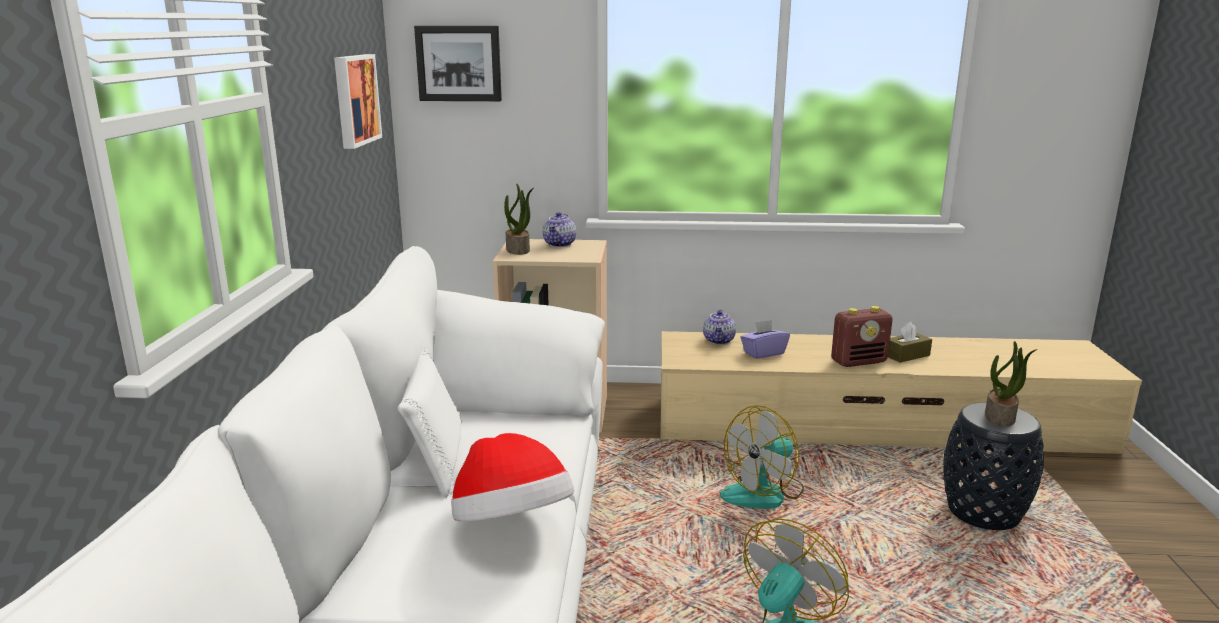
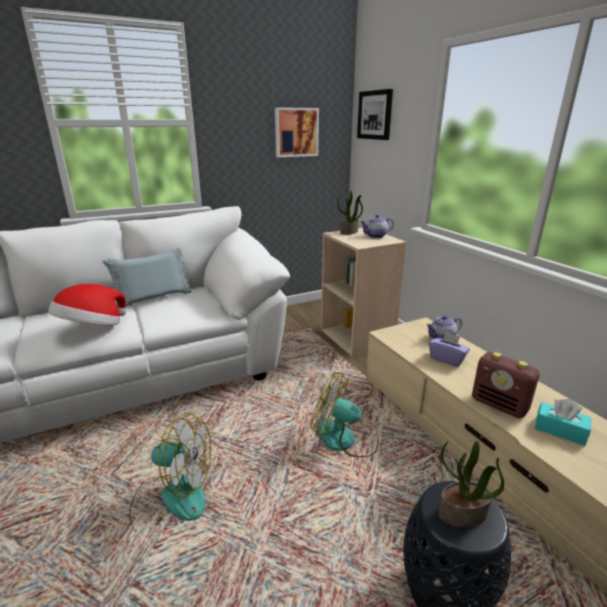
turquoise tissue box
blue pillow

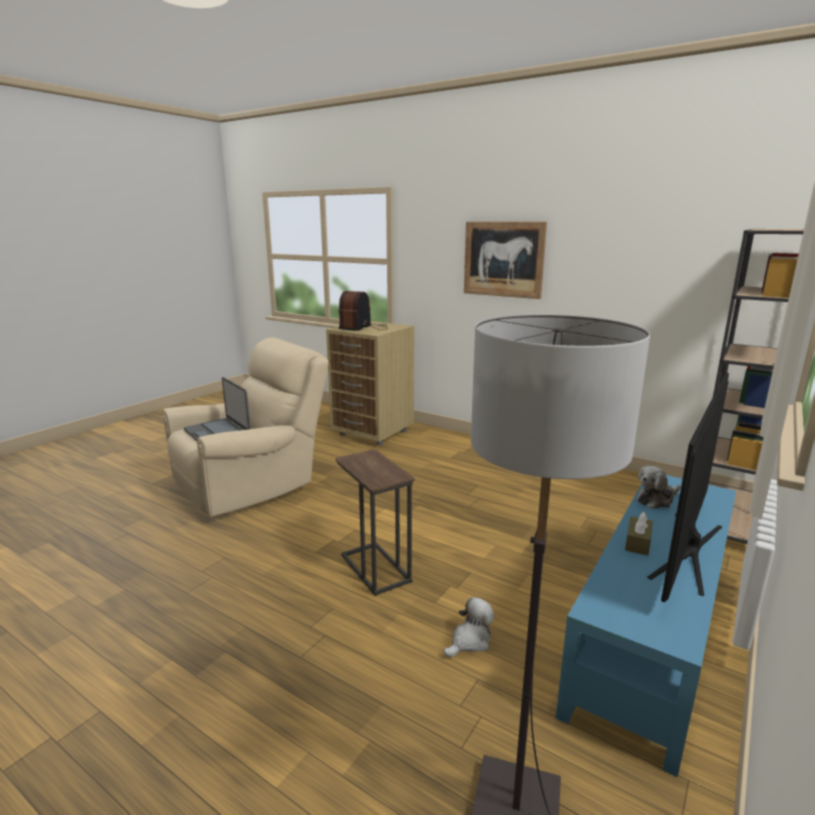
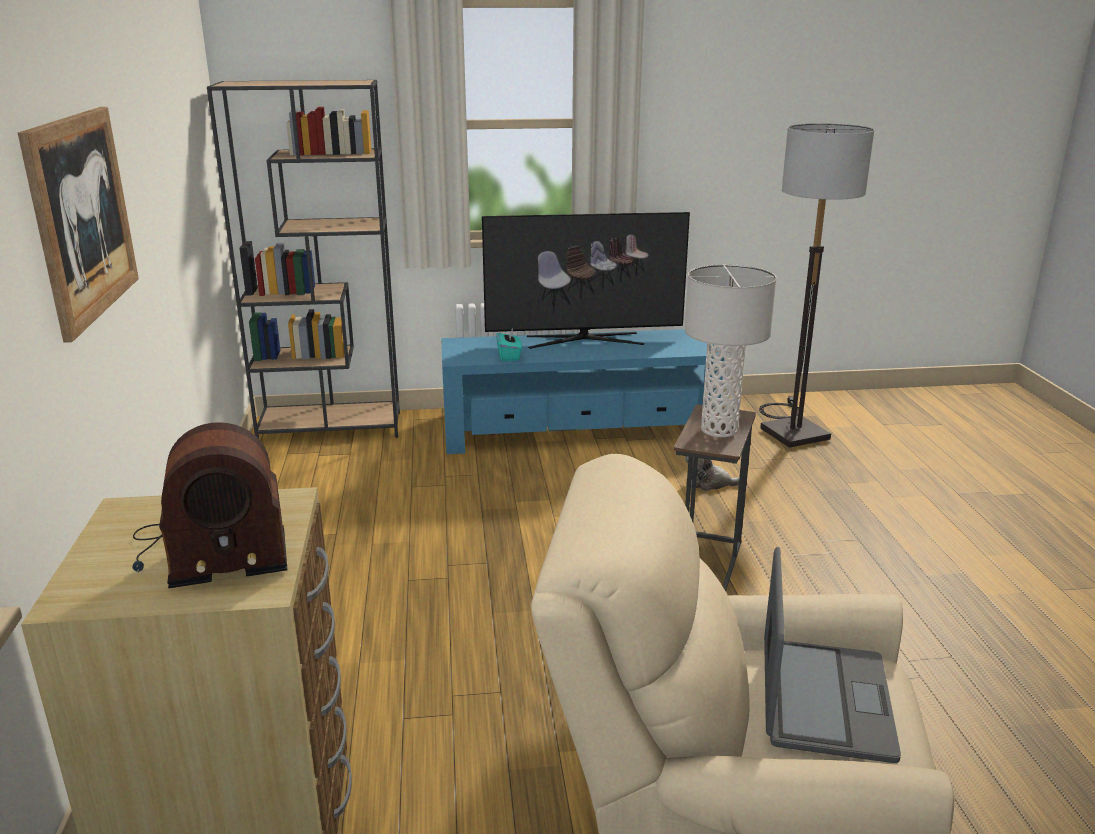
turquoise tissue box
brown tissue box
white table lamp

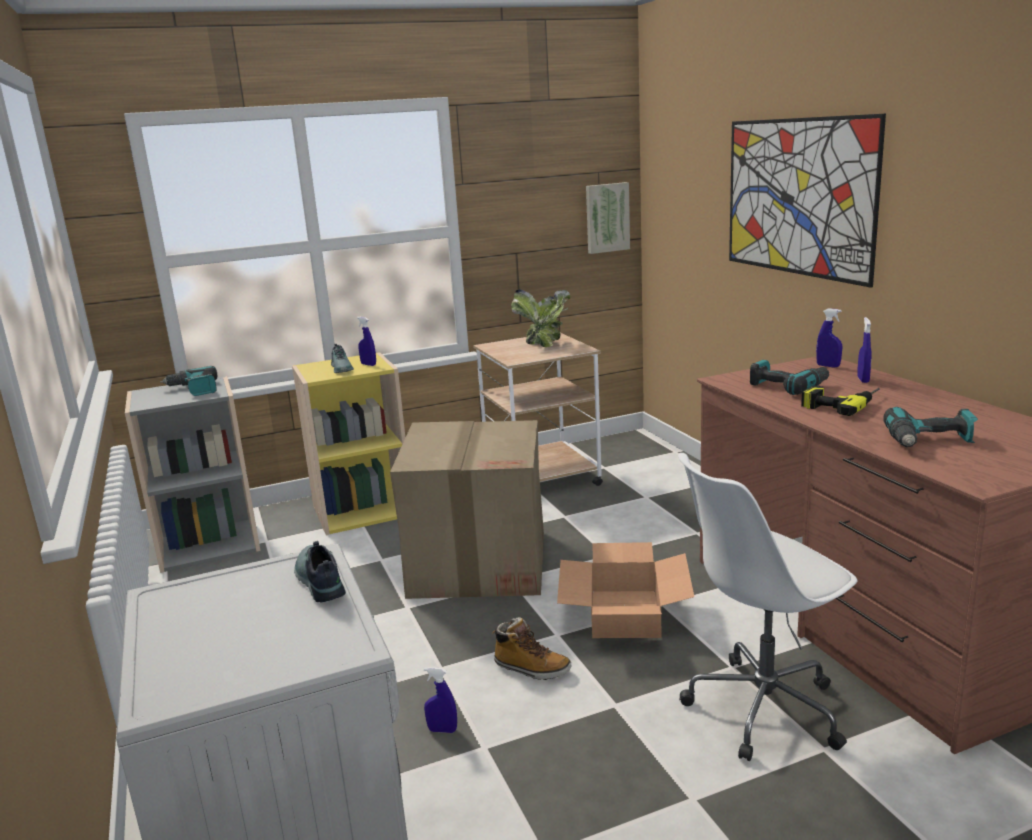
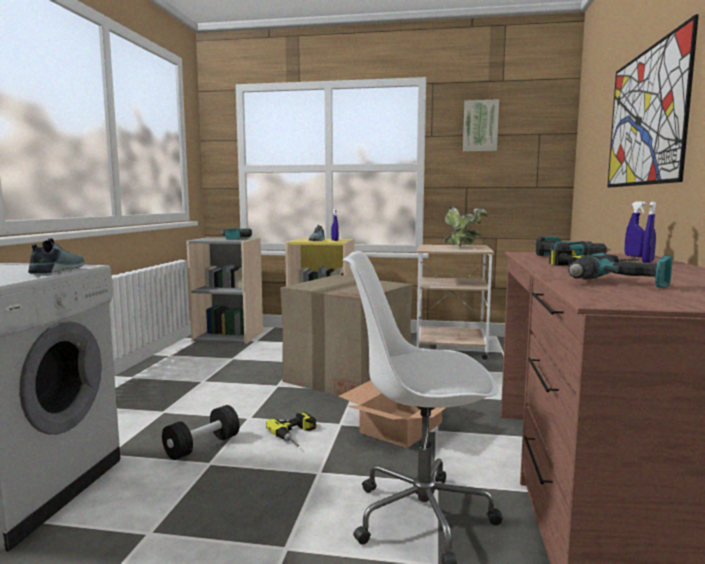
picture (1st from left)
power drill (2nd from left)
black dumbbell

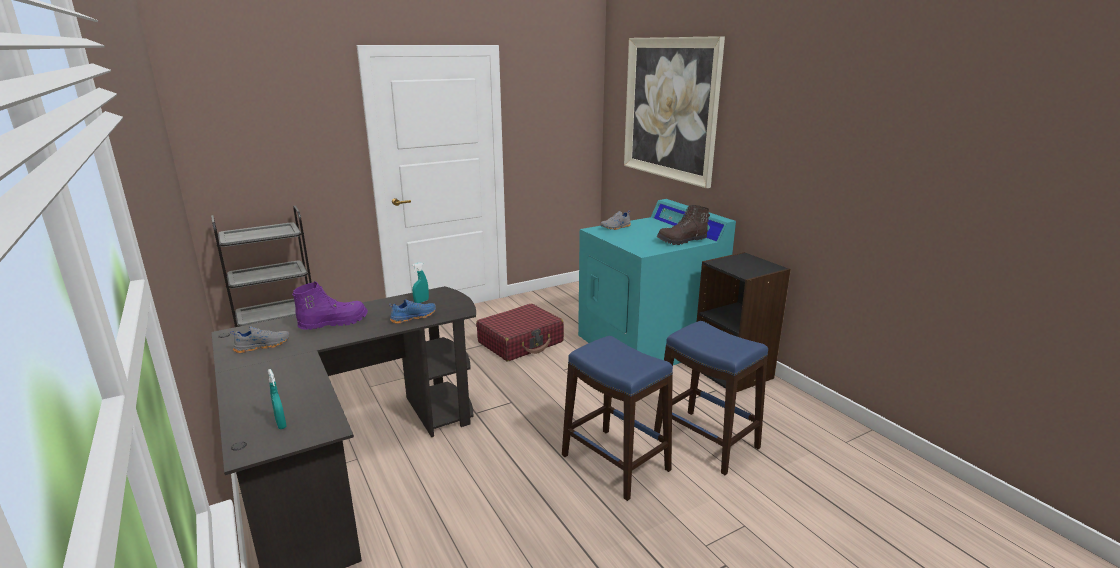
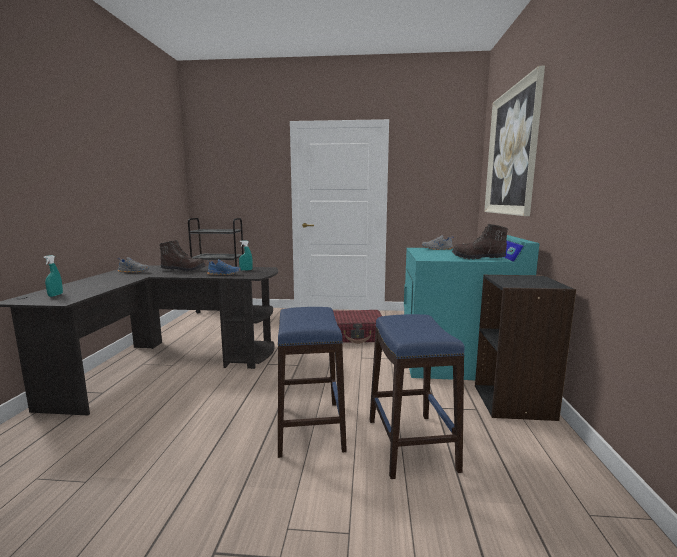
brown boot (1st from left)

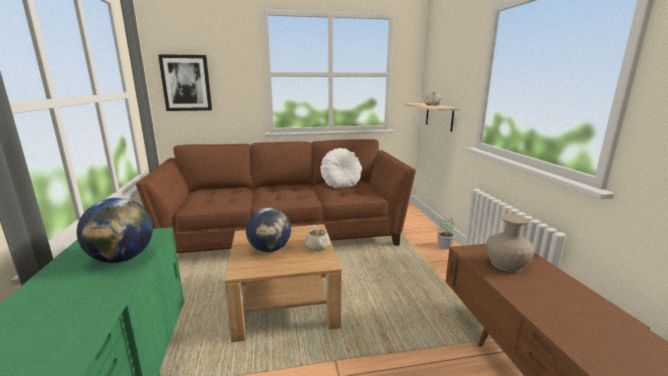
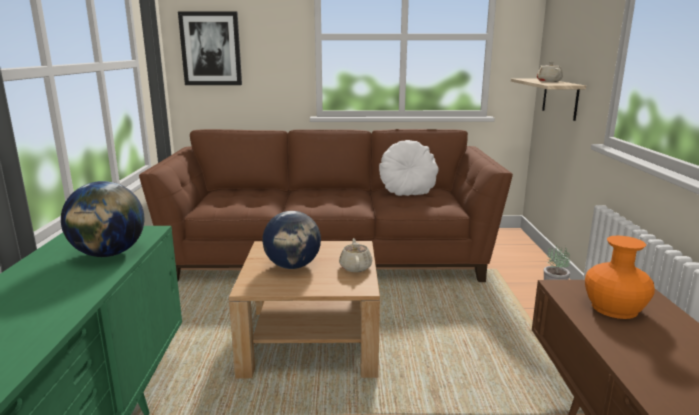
orange vase

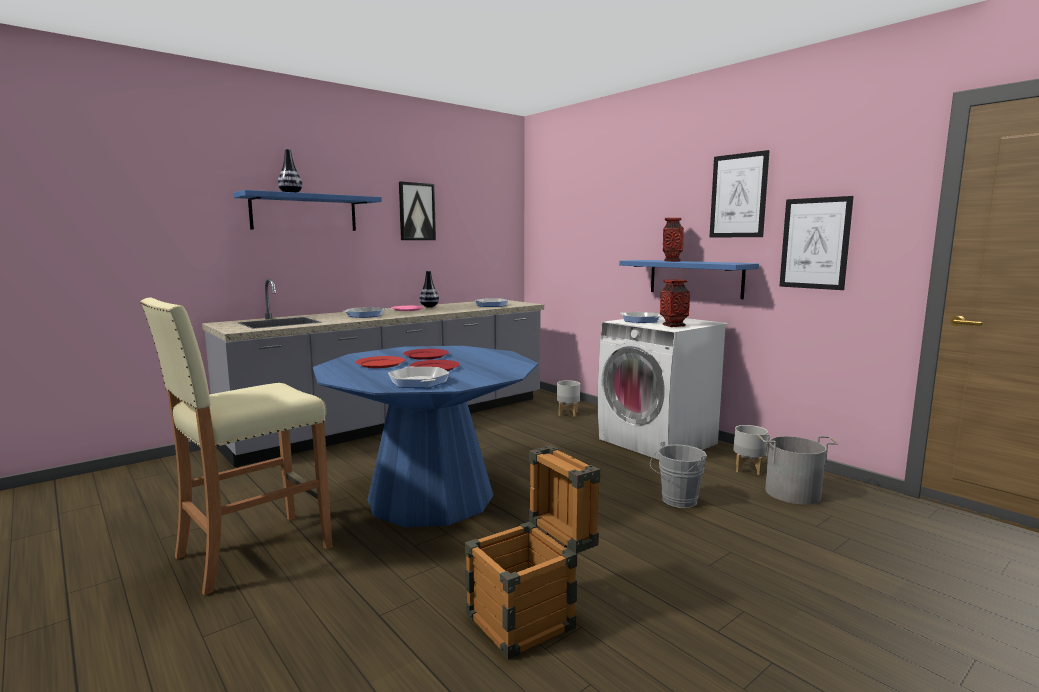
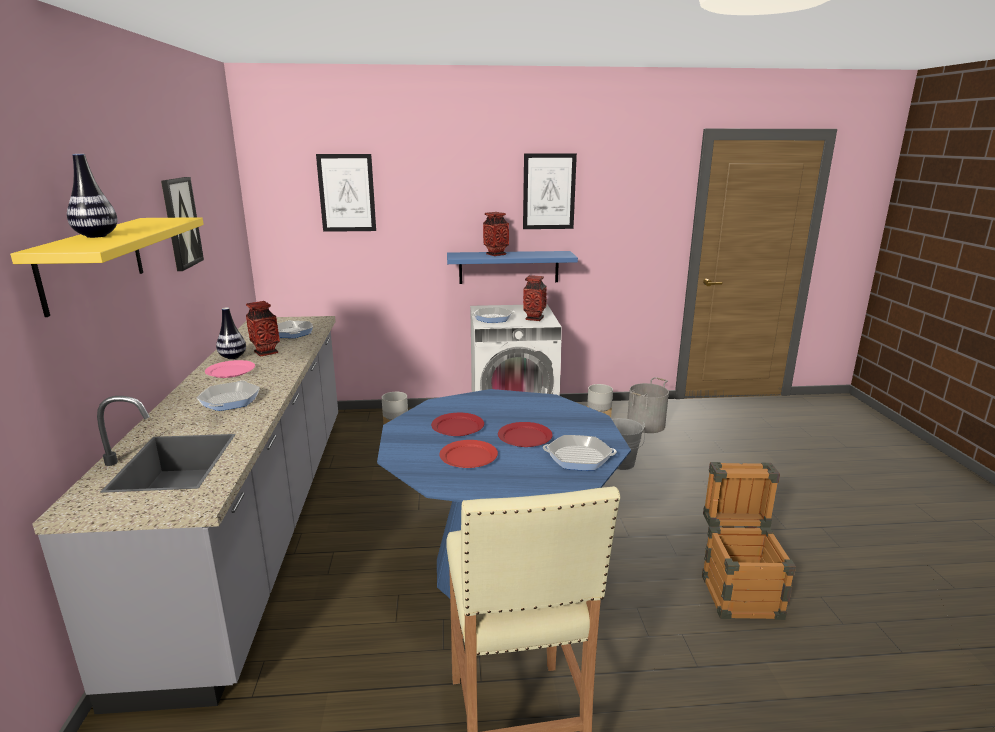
yellow shelf
picture (2nd from left)
vase (3rd from left)

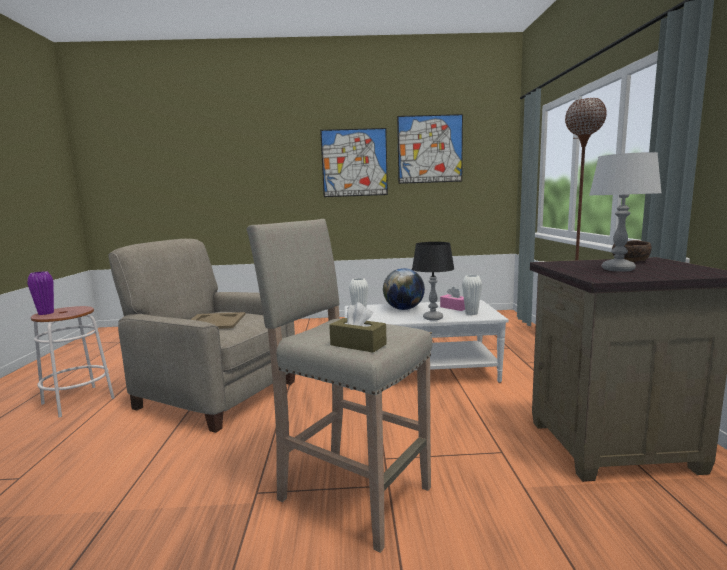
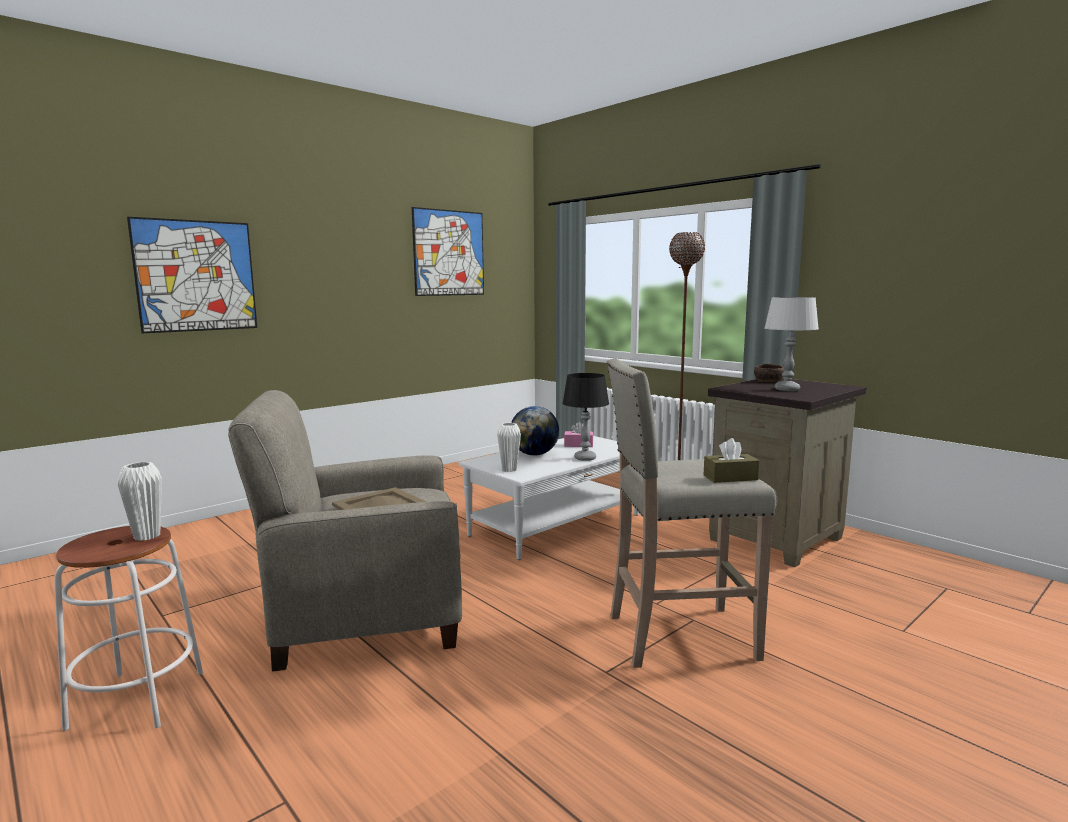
picture (1st from left)
purple vase
white vase (1st from left)

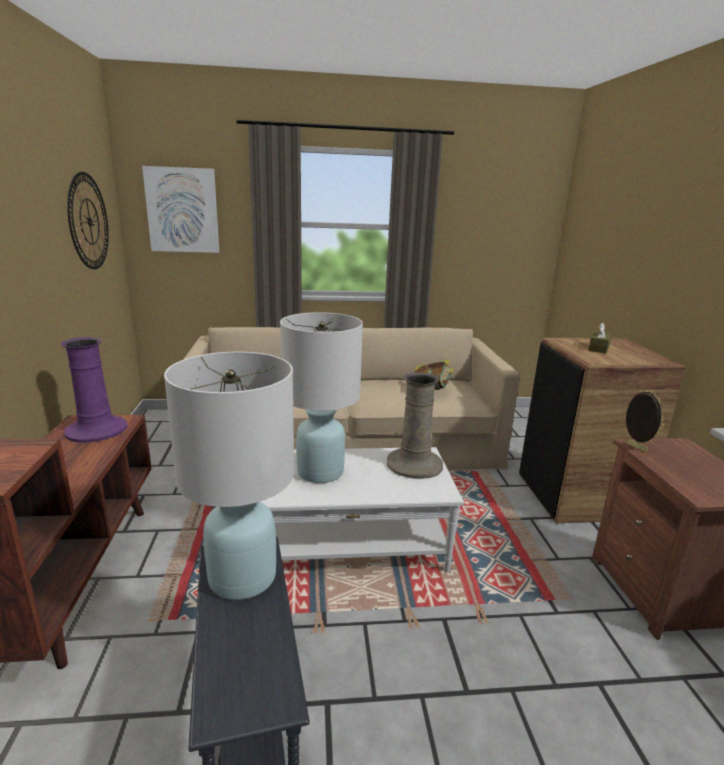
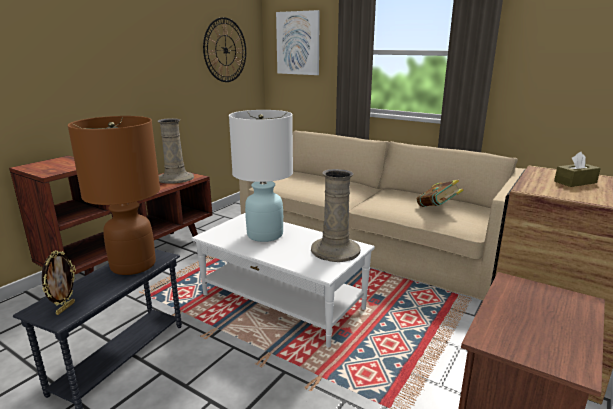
beige vase (1st from left)
brown table lamp
picture frame

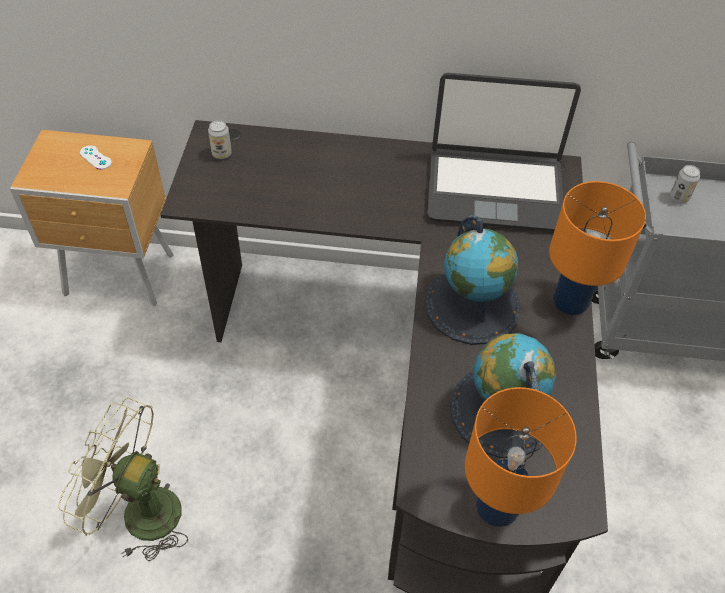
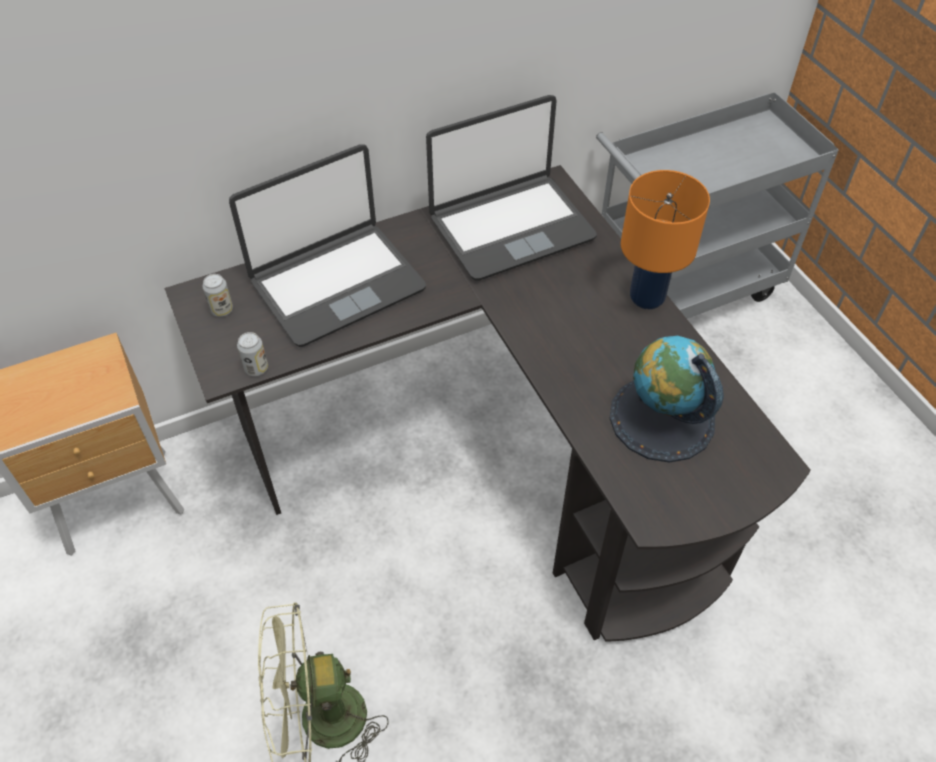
white game controller
can (2nd from left)
globe (1st from left in the first image)
orange table lamp (1st from left in the first image)
laptop (1st from left)

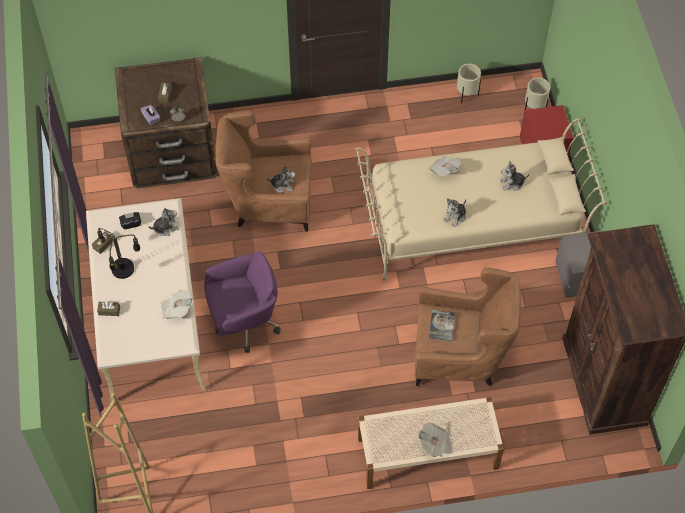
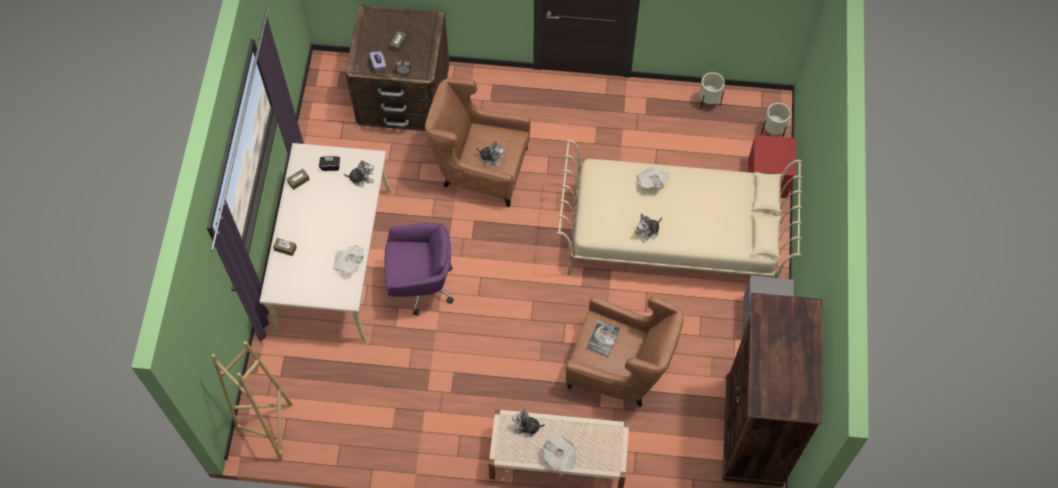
plush toy (3rd from left)
table lamp

